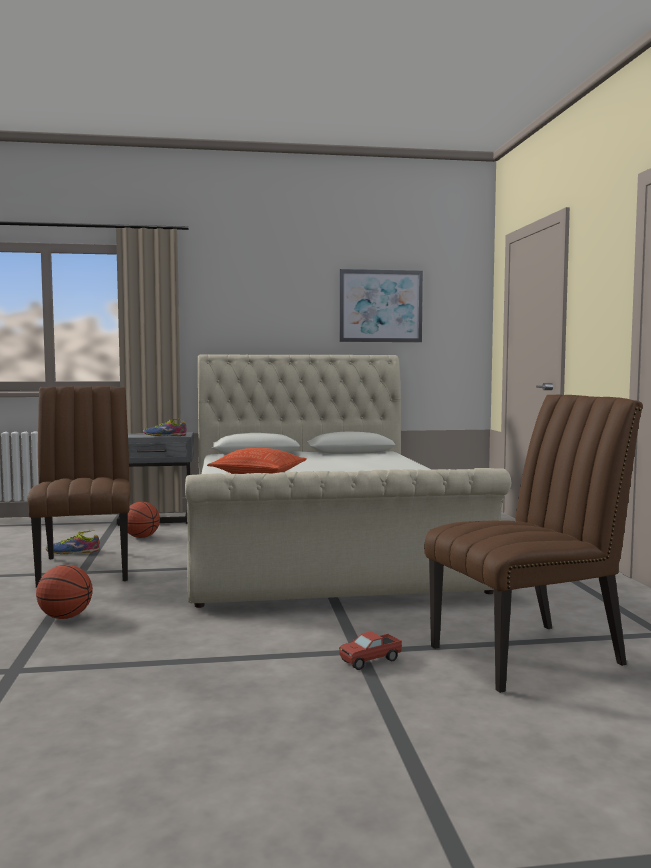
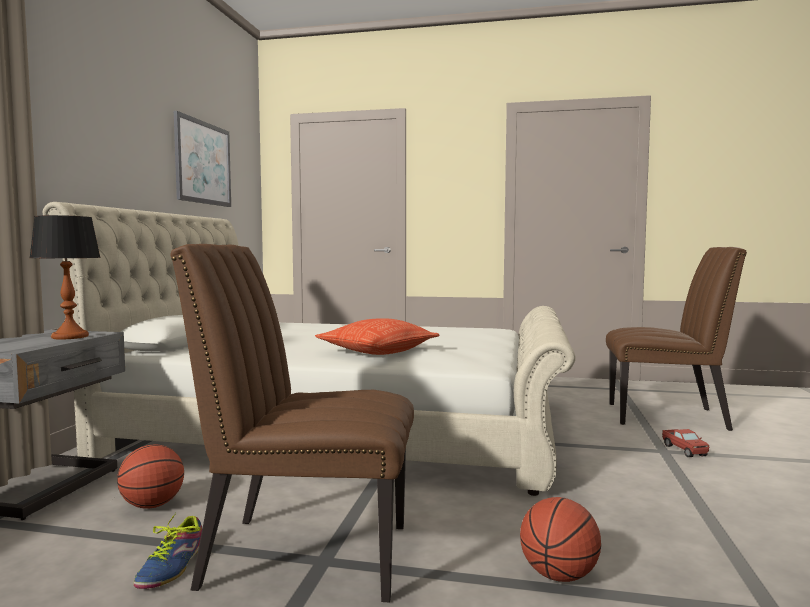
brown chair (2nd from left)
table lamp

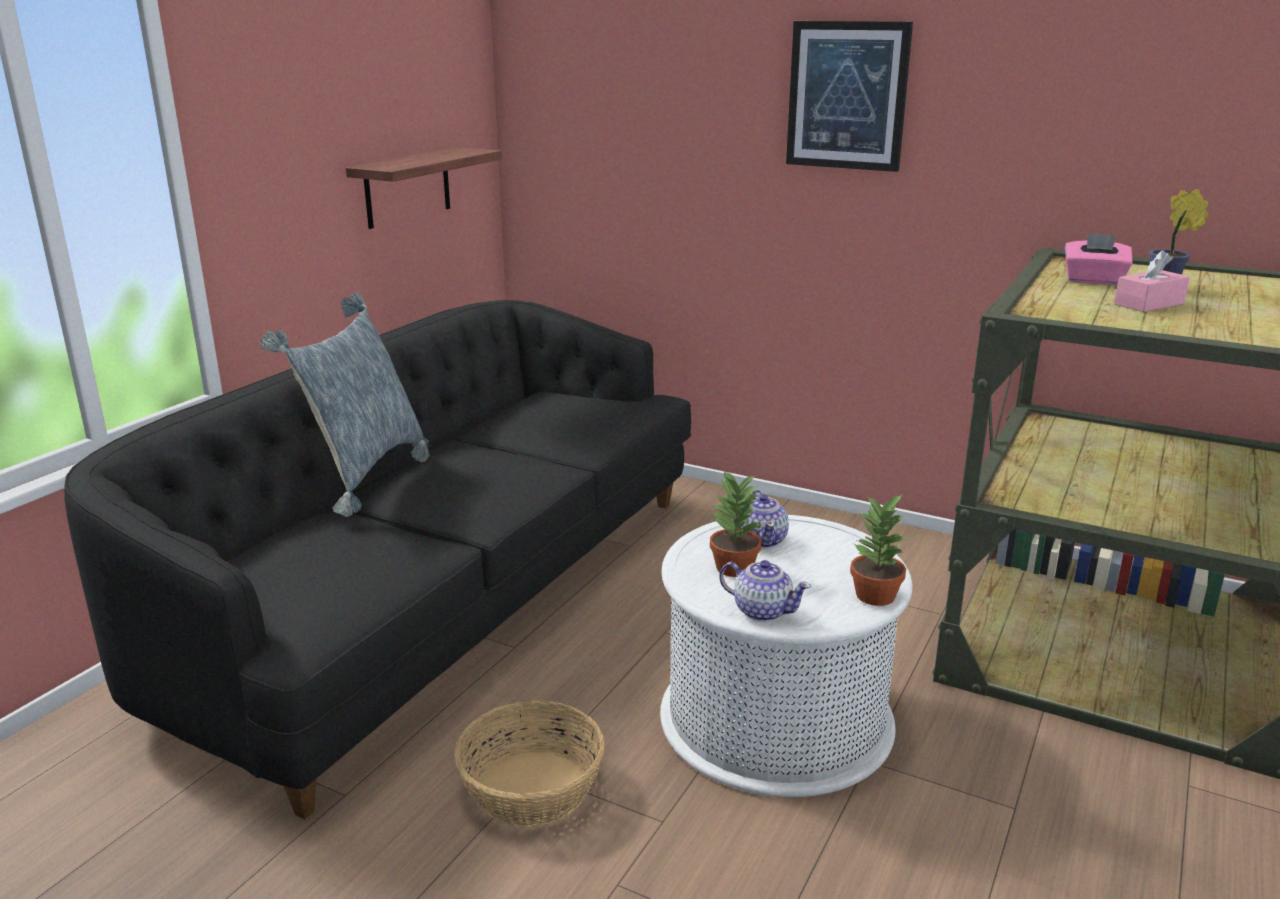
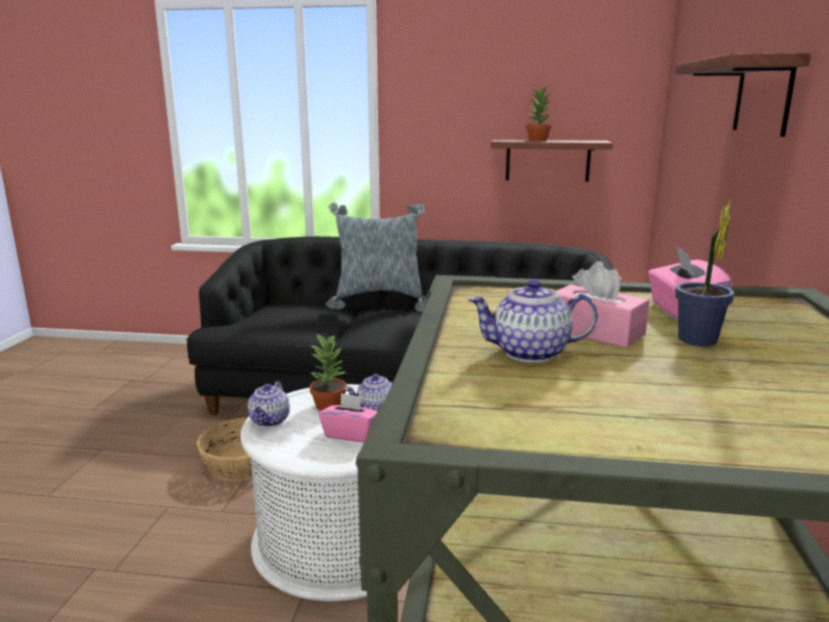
shelf (2nd from left)
potted plant (2nd from left)
teapot (3rd from left)
pink tissue box (1st from left)

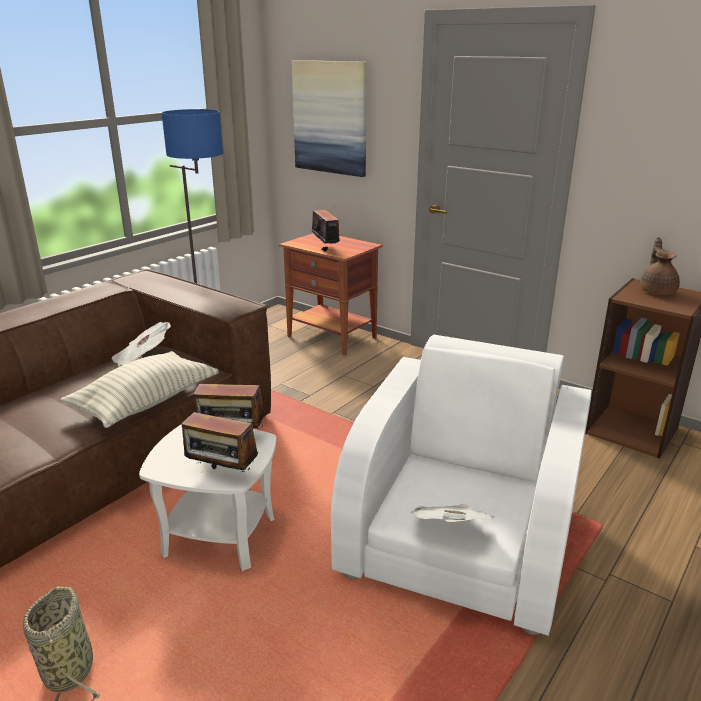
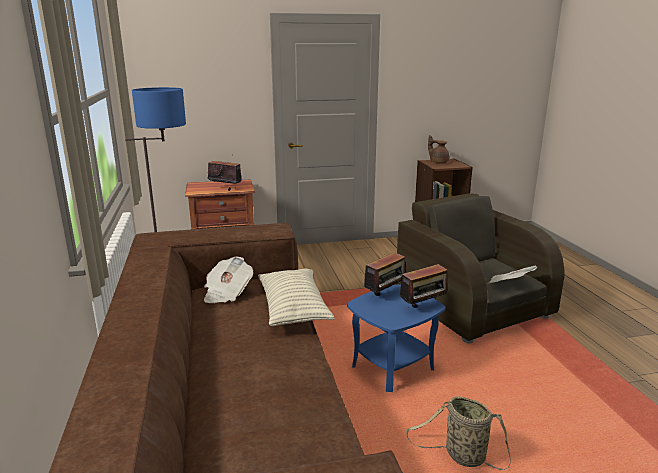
picture
brown armchair
blue side table

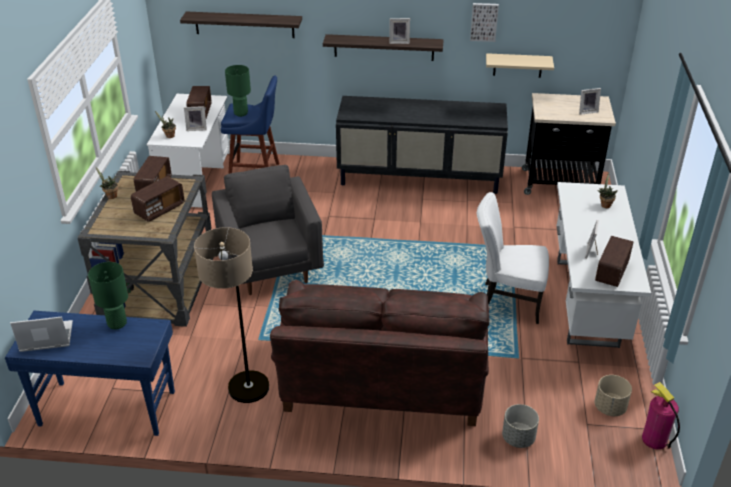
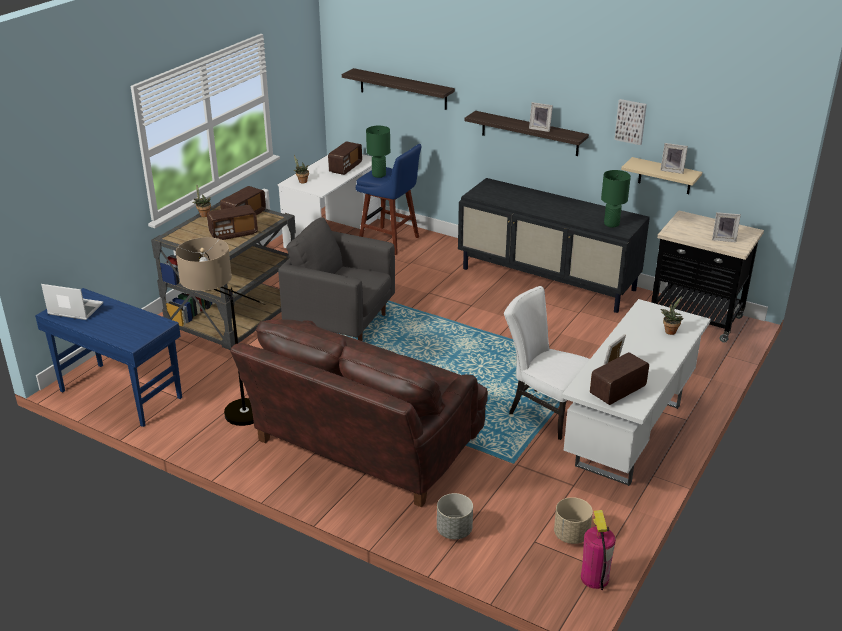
picture frame (3rd from left)
grey armchair
green table lamp (2nd from left)

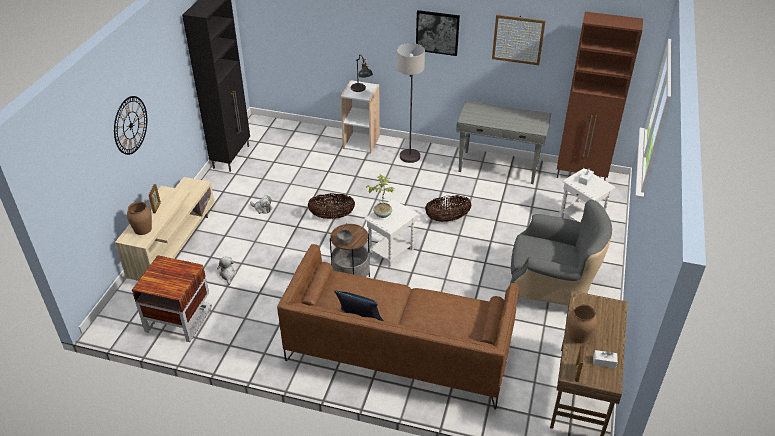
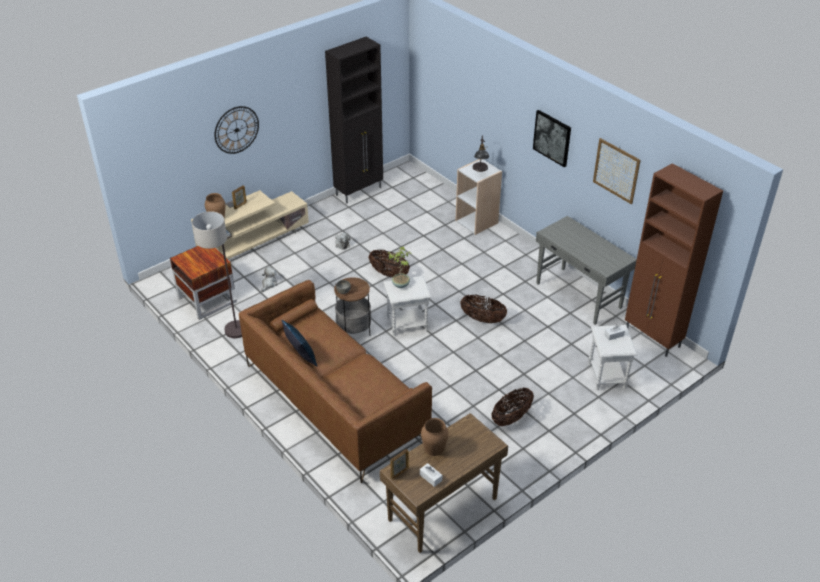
grey floor lamp
basket (3rd from left)

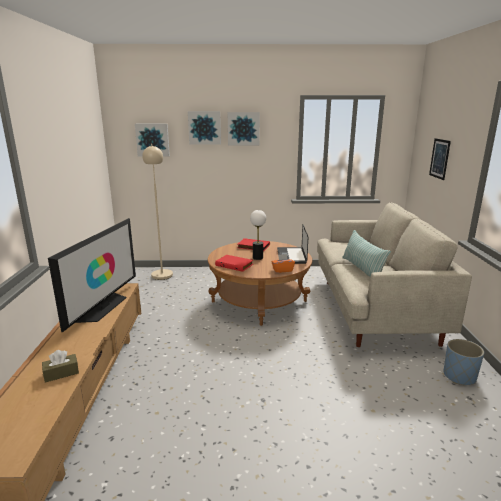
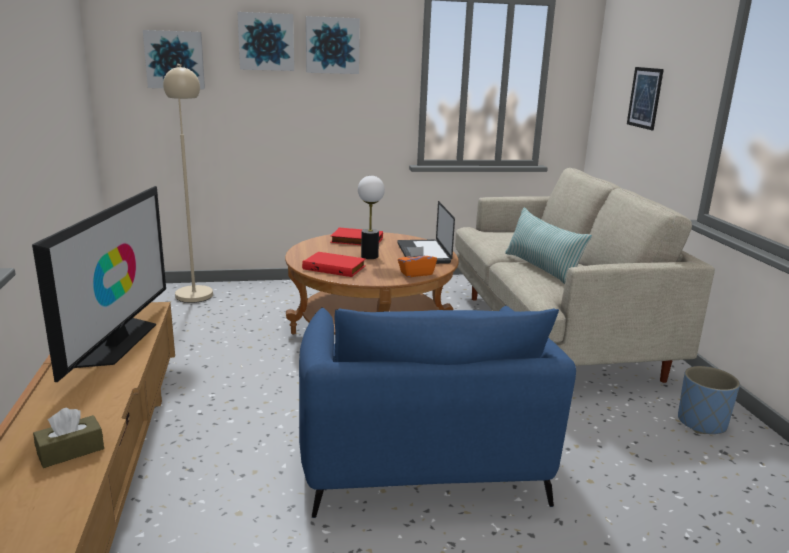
blue armchair

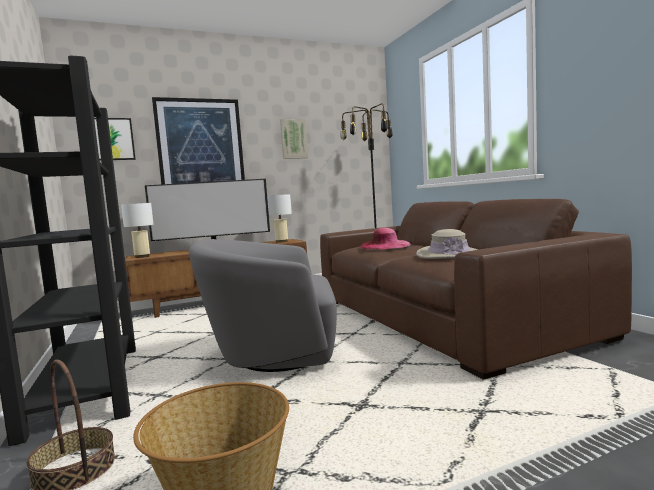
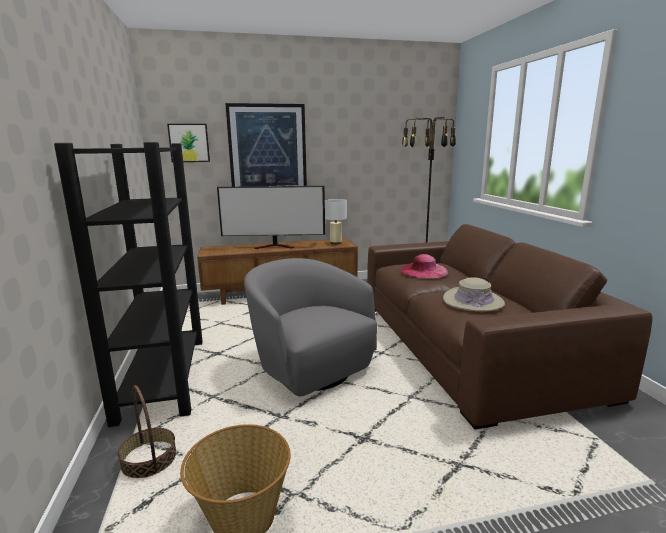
picture (3rd from left in the first image)
white table lamp (1st from left in the first image)
grey armchair

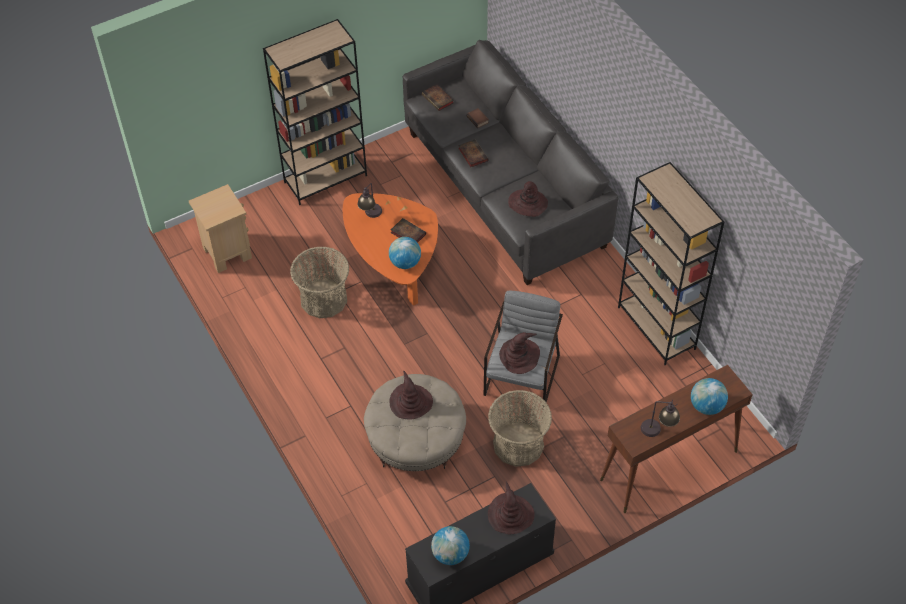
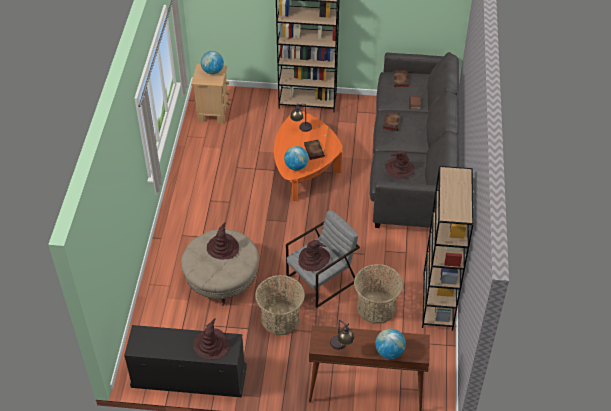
basket (2nd from left)
globe (1st from left)

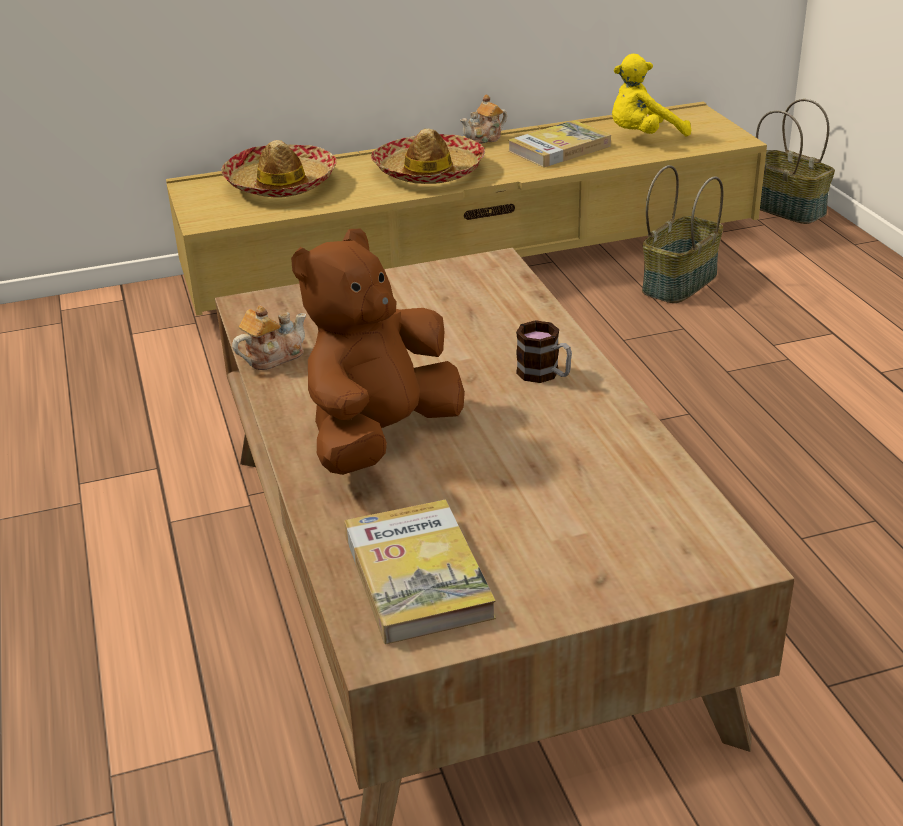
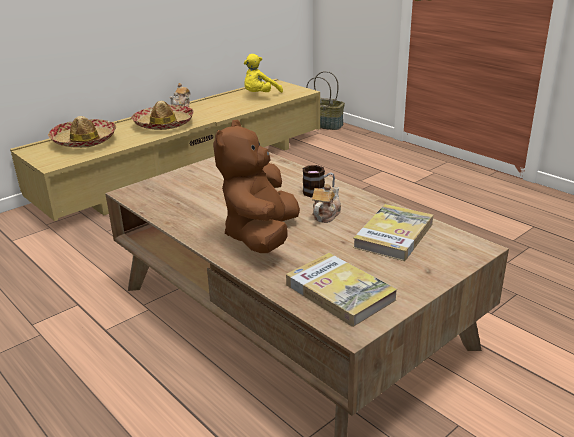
book (2nd from left)
basket (1st from left in the first image)
teapot (2nd from left)

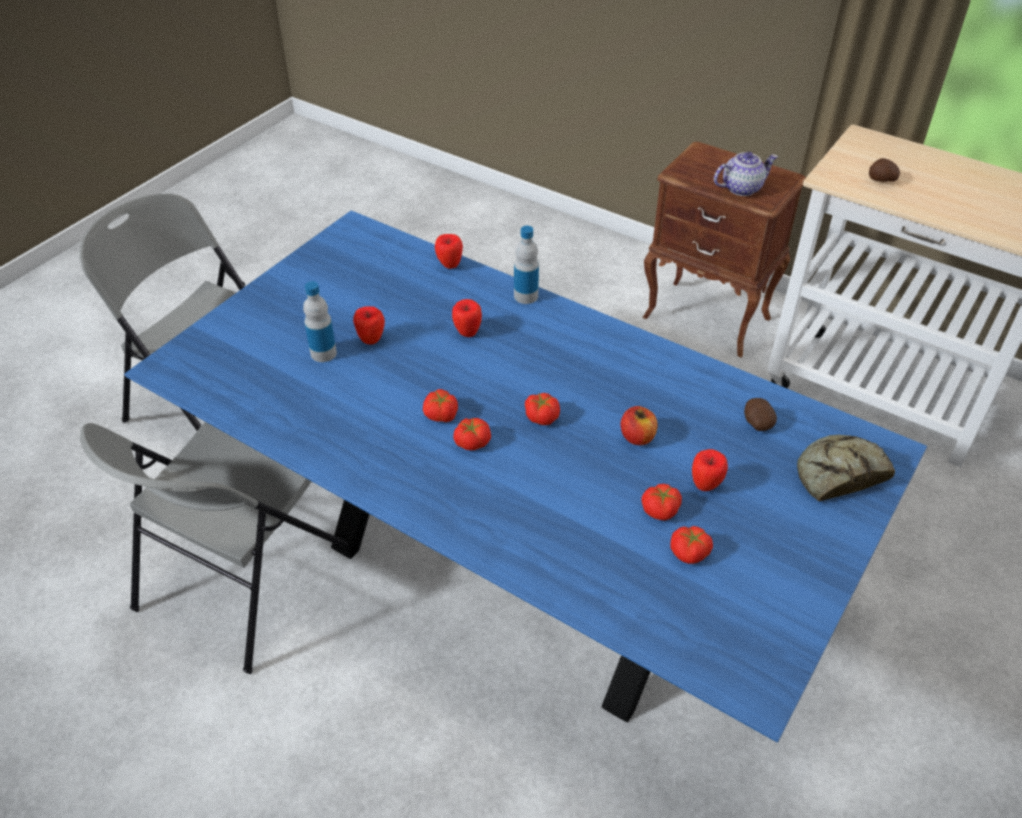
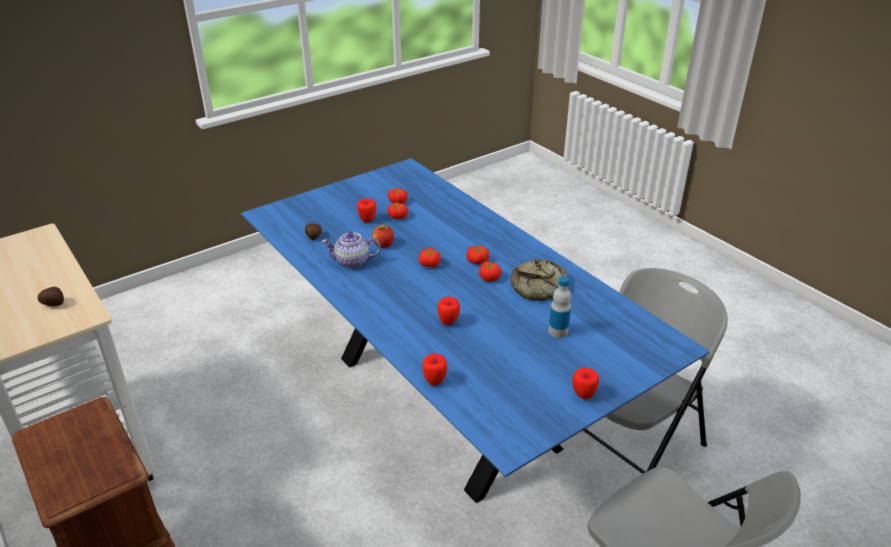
teapot
bottle (2nd from left in the first image)
apple (5th from left)
bread

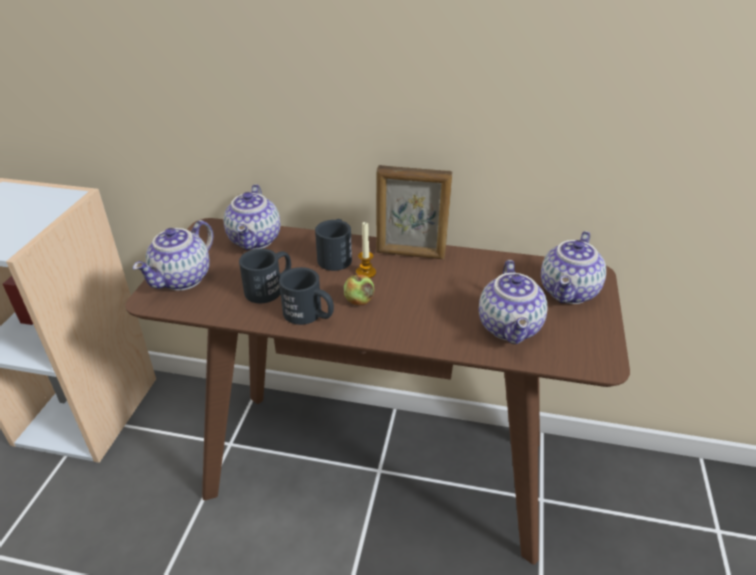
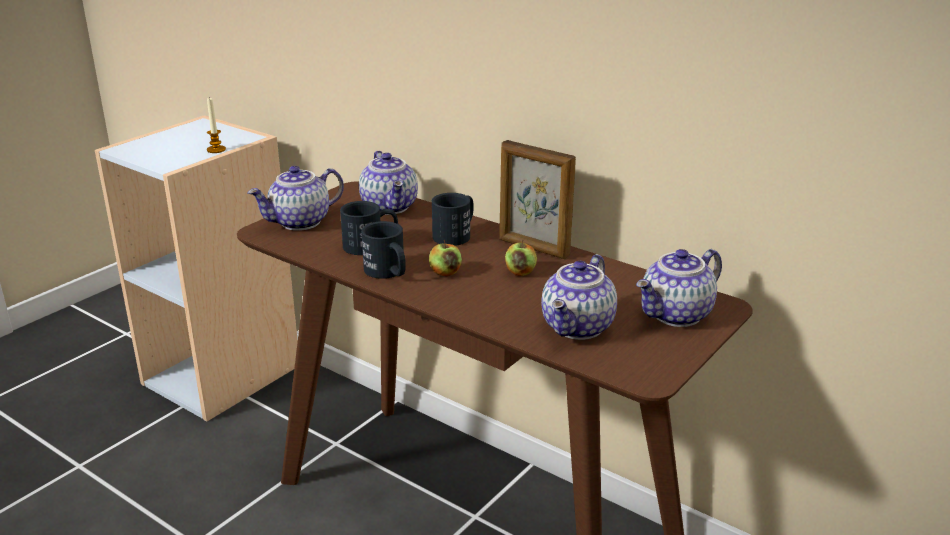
teapot (2nd from left)
candle
apple (2nd from left)

